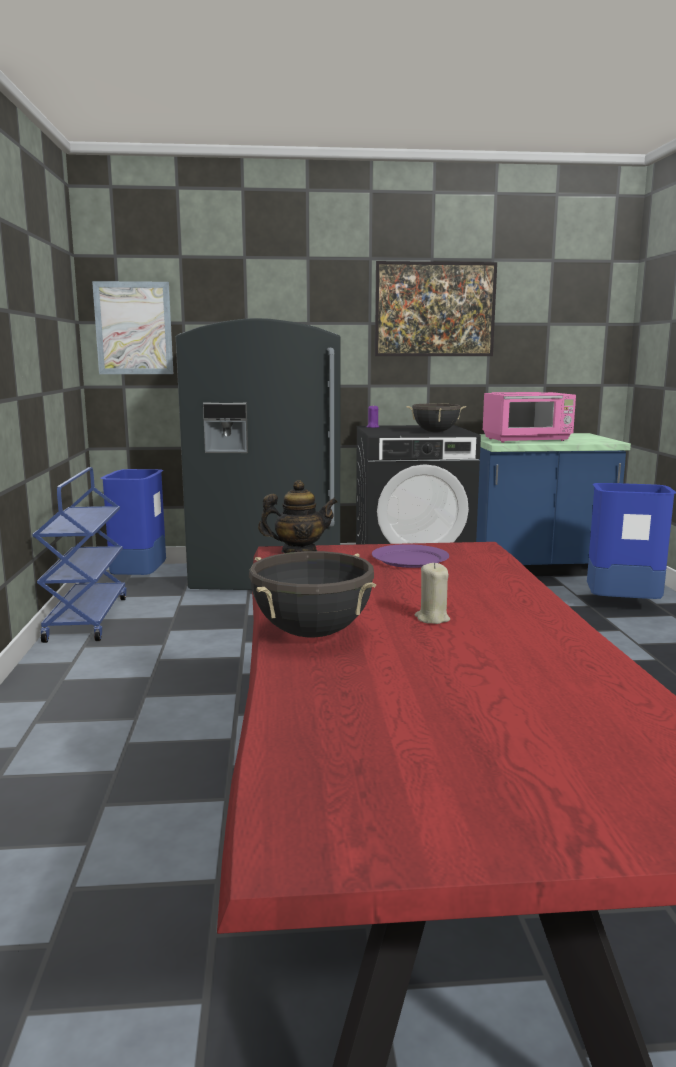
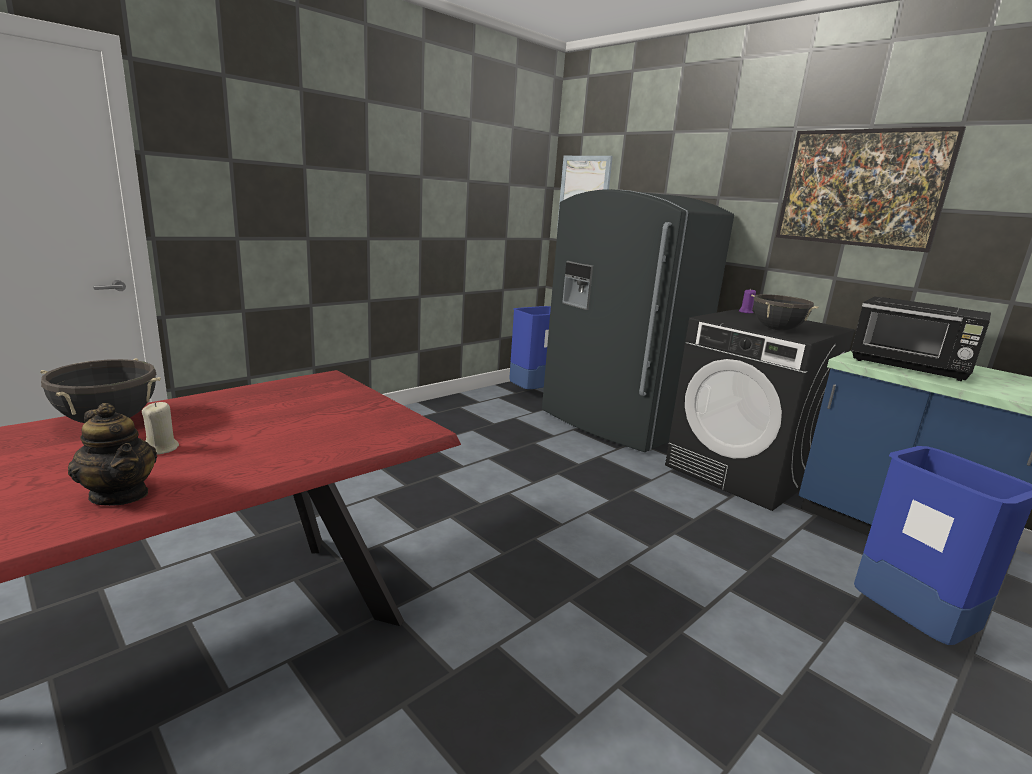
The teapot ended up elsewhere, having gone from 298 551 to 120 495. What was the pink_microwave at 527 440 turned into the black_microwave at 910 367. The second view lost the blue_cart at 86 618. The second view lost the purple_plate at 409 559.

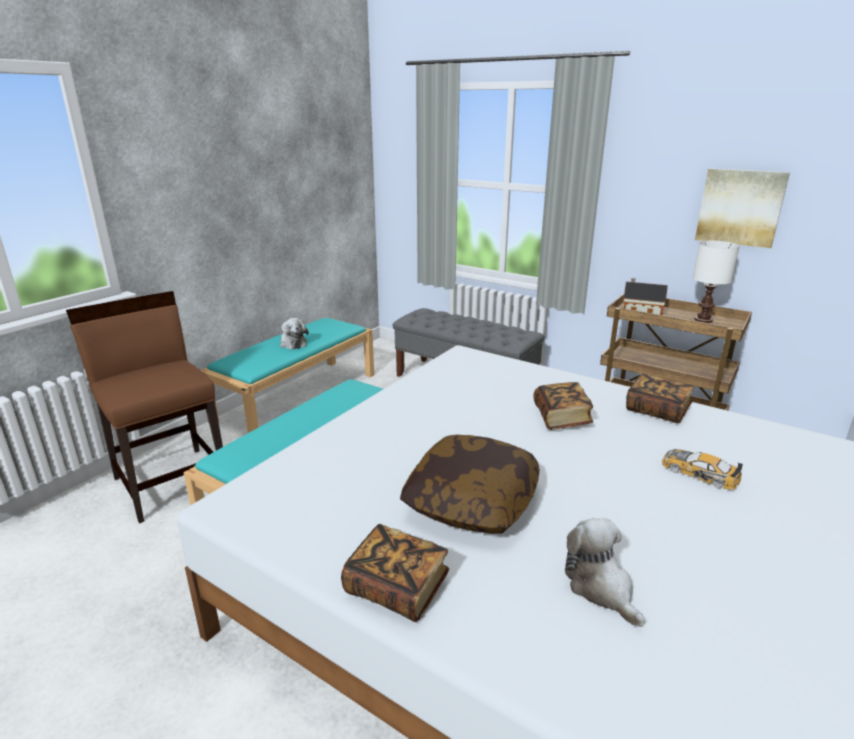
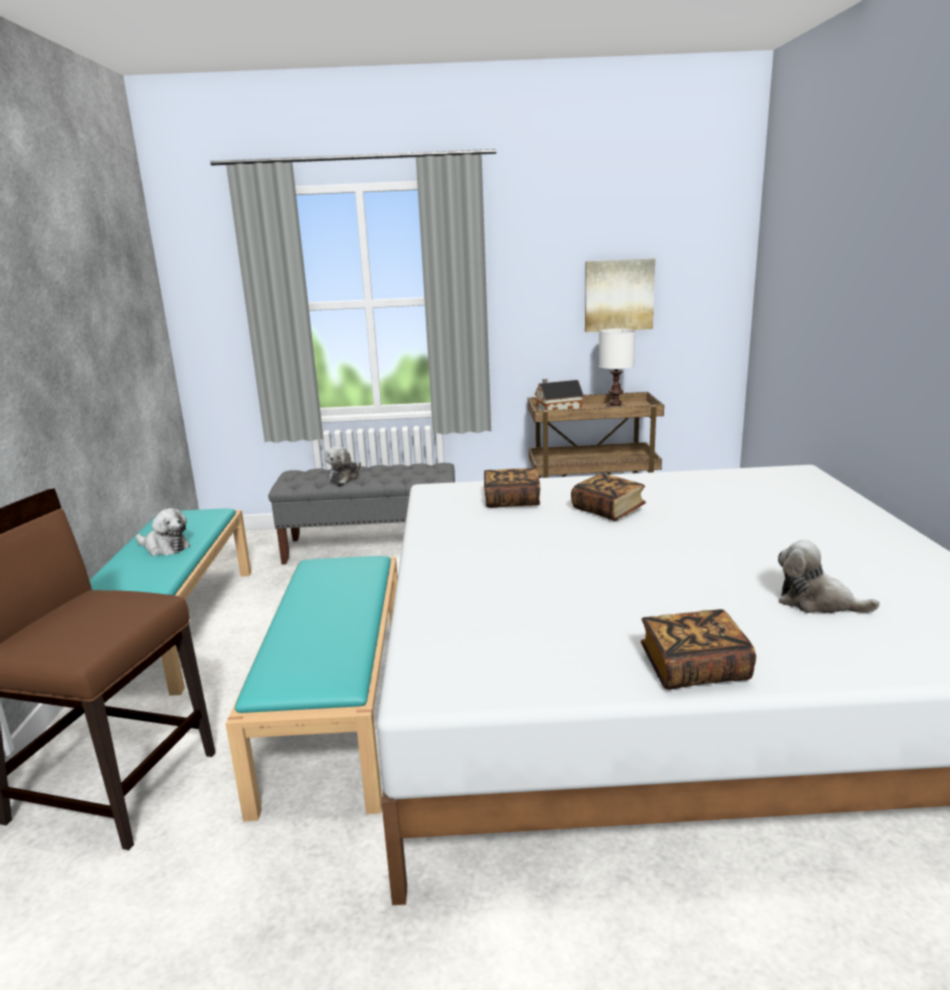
The second view gained the plush_toy at 345 477. The book ended up elsewhere, having gone from 657 410 to 512 501. The second view lost the pillow at 471 501. The second view lost the toy_car at 699 473.

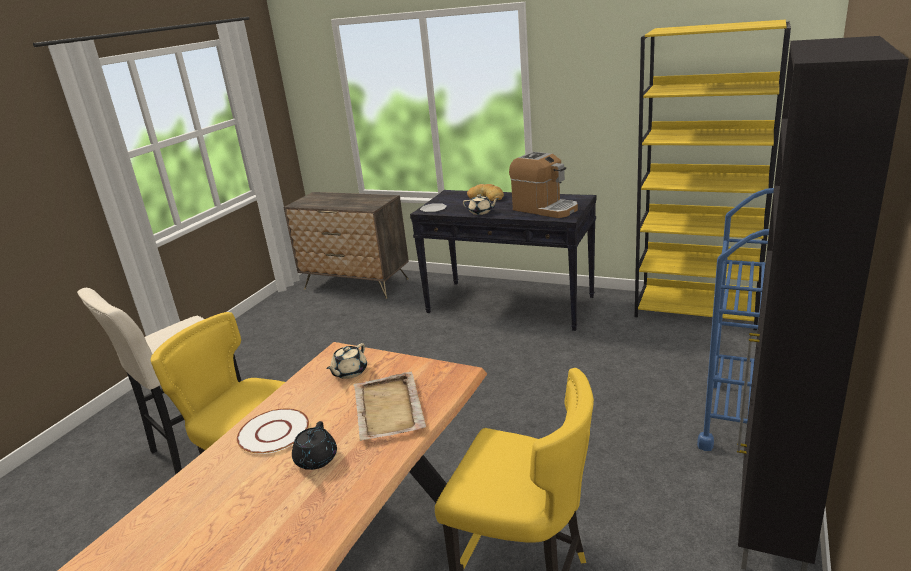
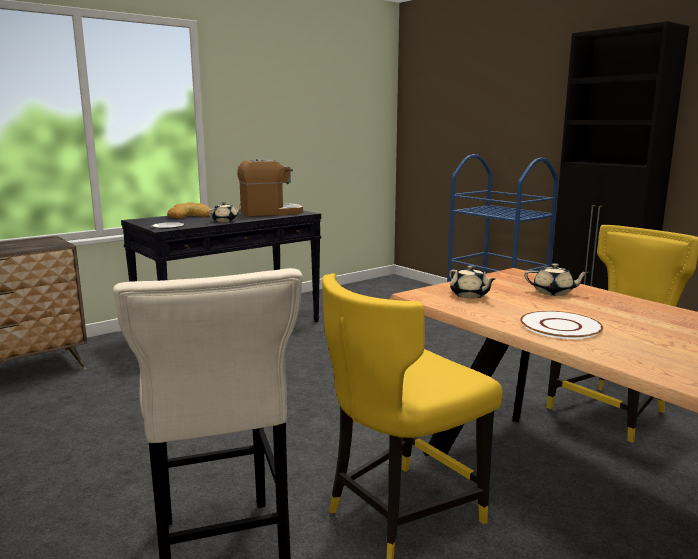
Where the beige_tray stood at 388 409, the beige_teapot came to stand at 553 292. The second view lost the black_teapot at 315 460. The second view lost the yellow_bookcase at 697 310.

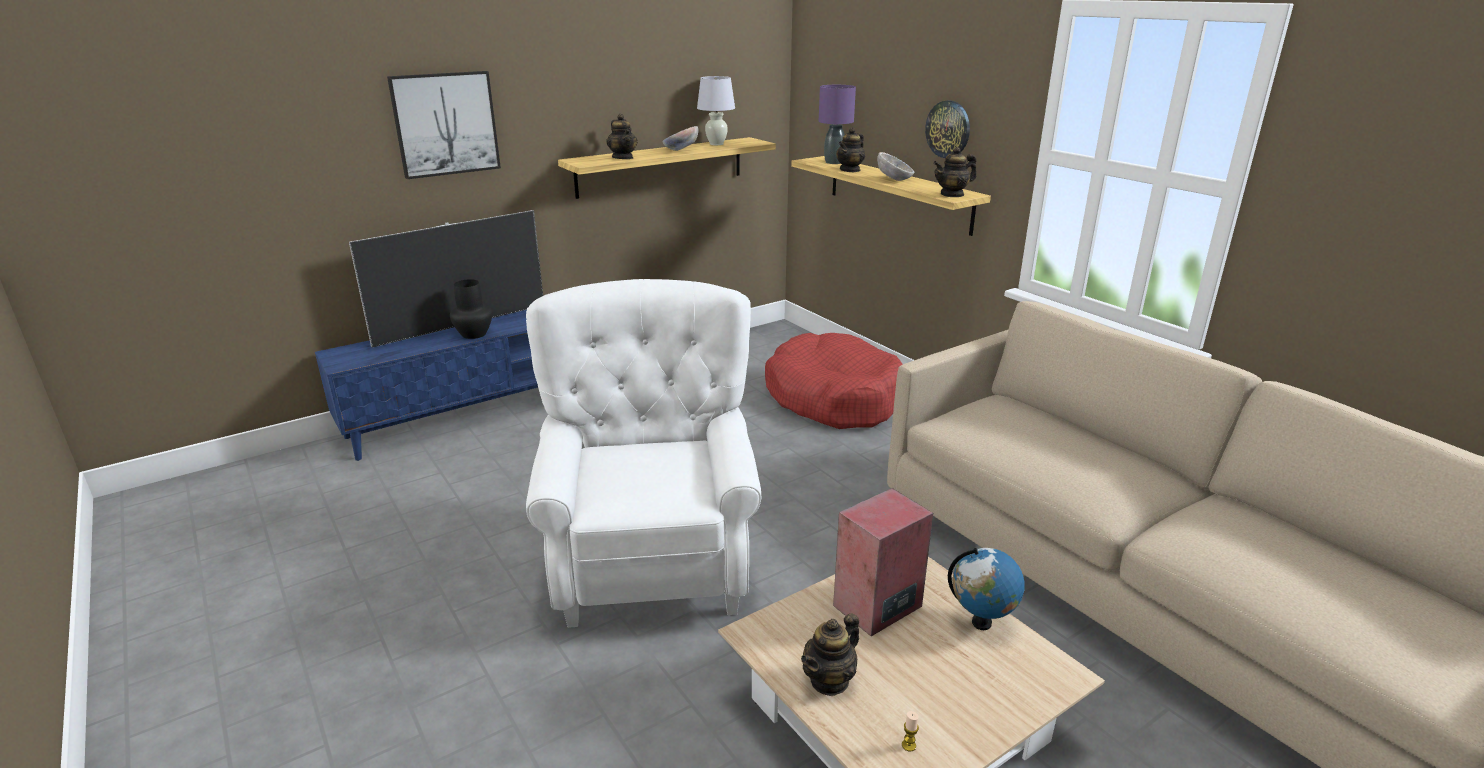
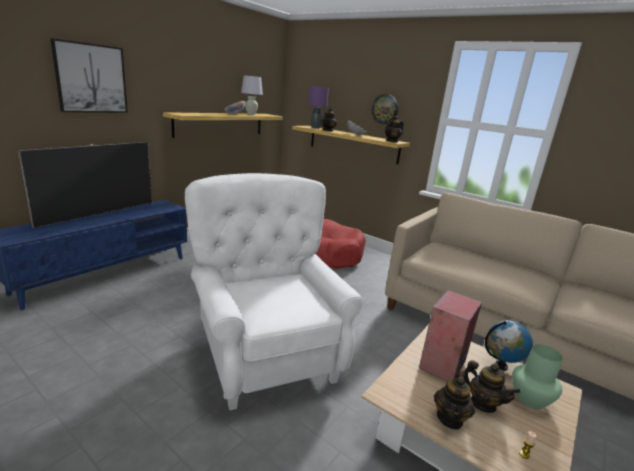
The teapot ended up elsewhere, having gone from 623 158 to 483 403. The second view gained the green_vase at 530 399. The second view lost the black_vase at 474 334.

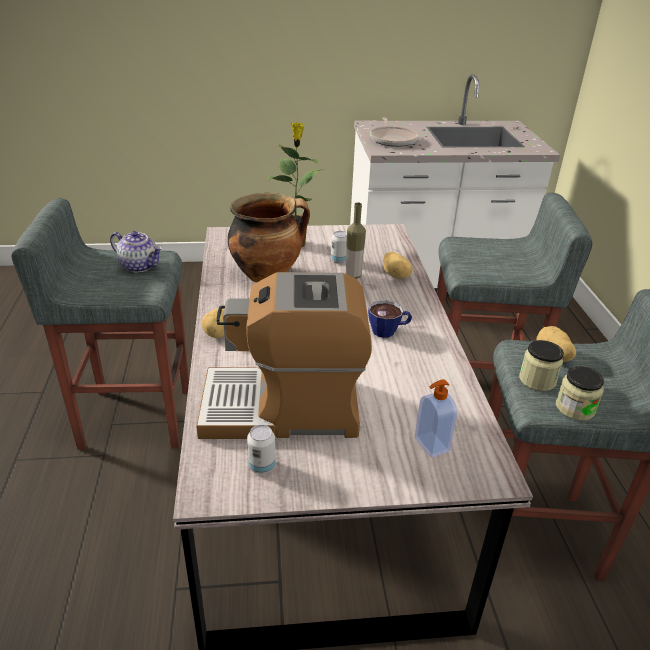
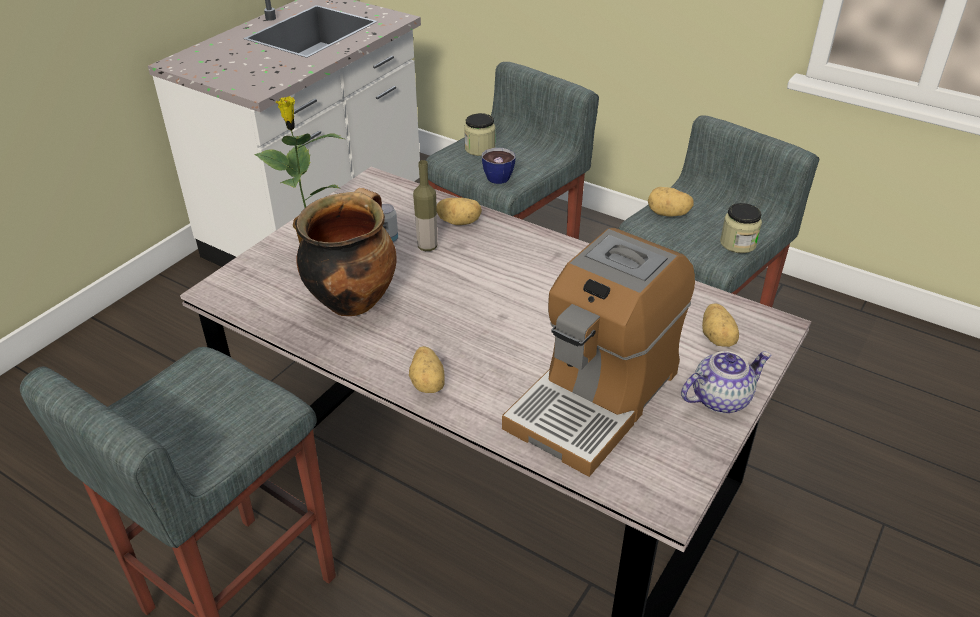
The jar ended up elsewhere, having gone from 537 380 to 479 149. The cup ended up elsewhere, having gone from 389 331 to 500 176. The teapot ended up elsewhere, having gone from 140 266 to 720 398. Where the soap_dispenser stood at 430 445, the potato came to stand at 718 338. The second view lost the can at 262 466. The second view lost the frying_pan at 393 139.

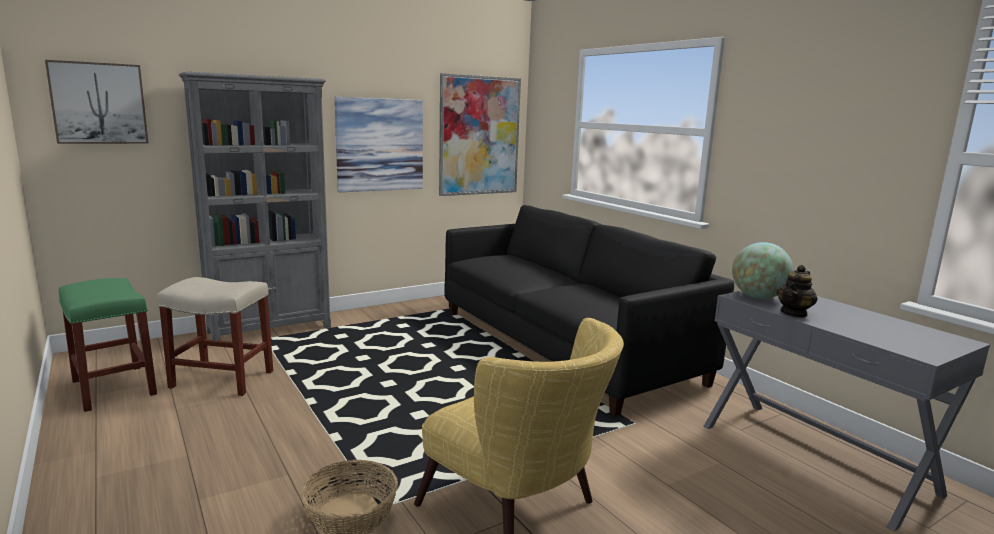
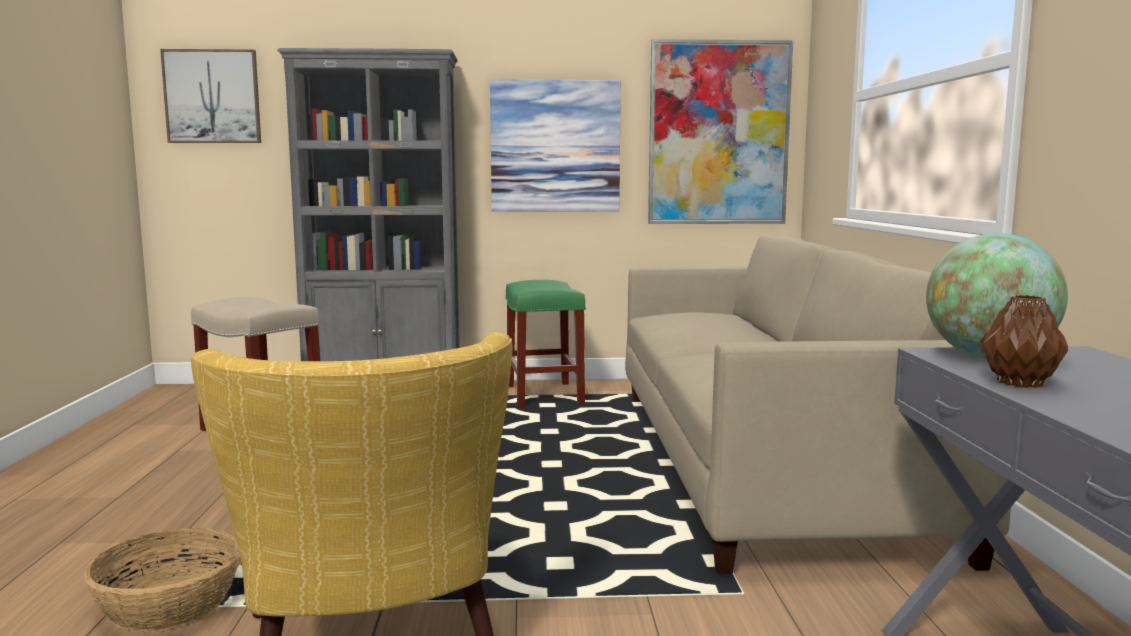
The green_stool ended up elsewhere, having gone from 113 387 to 543 394. What was the black_sofa at 564 345 turned into the beige_sofa at 762 462. Where the teapot stood at 794 313, the brown_vase came to stand at 1021 383.

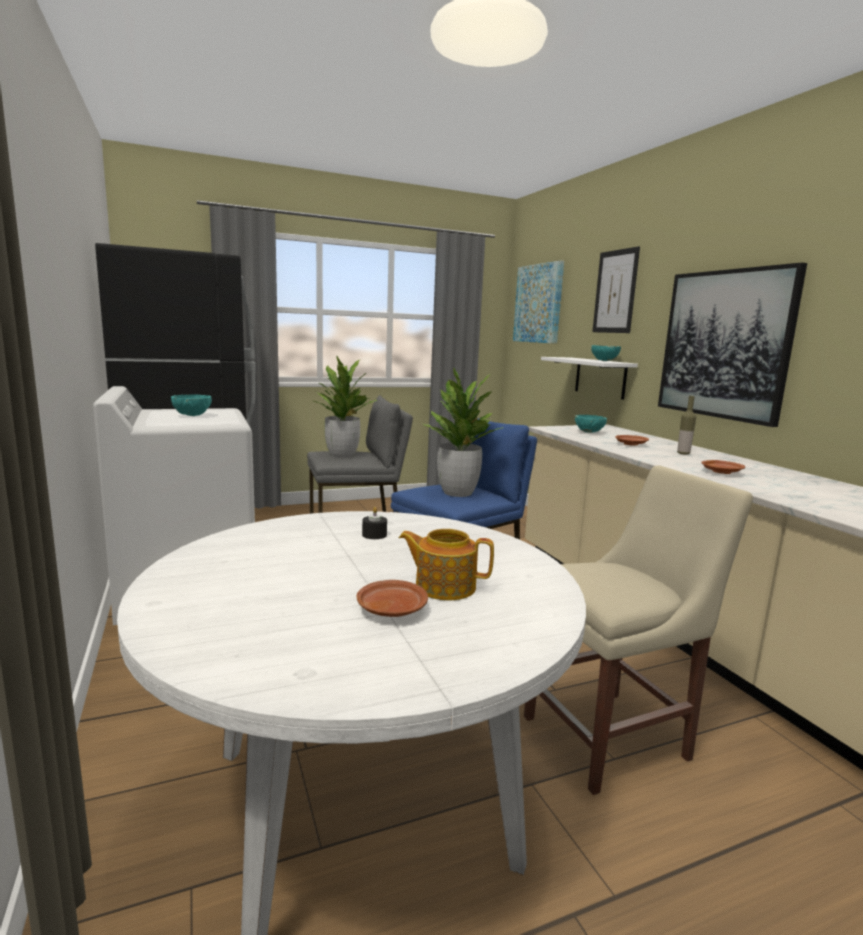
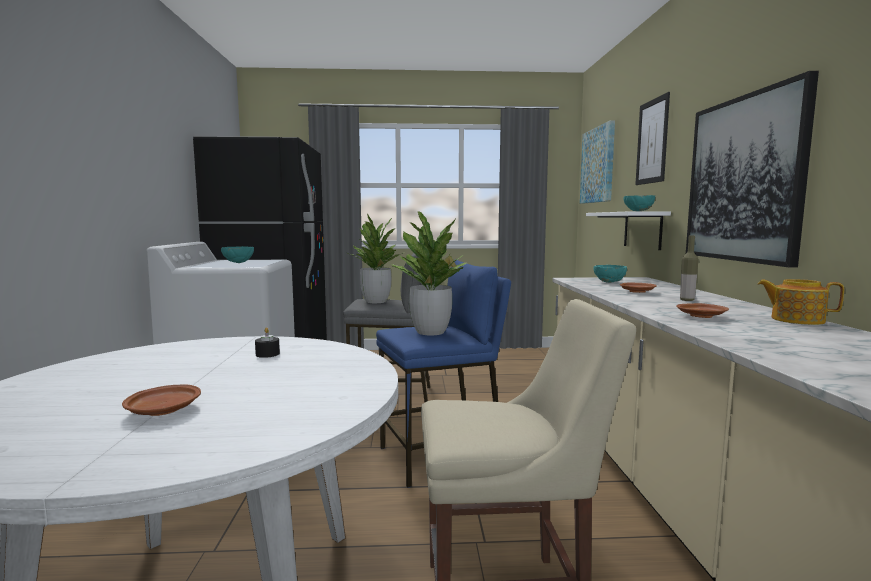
The teapot ended up elsewhere, having gone from 444 586 to 796 320.

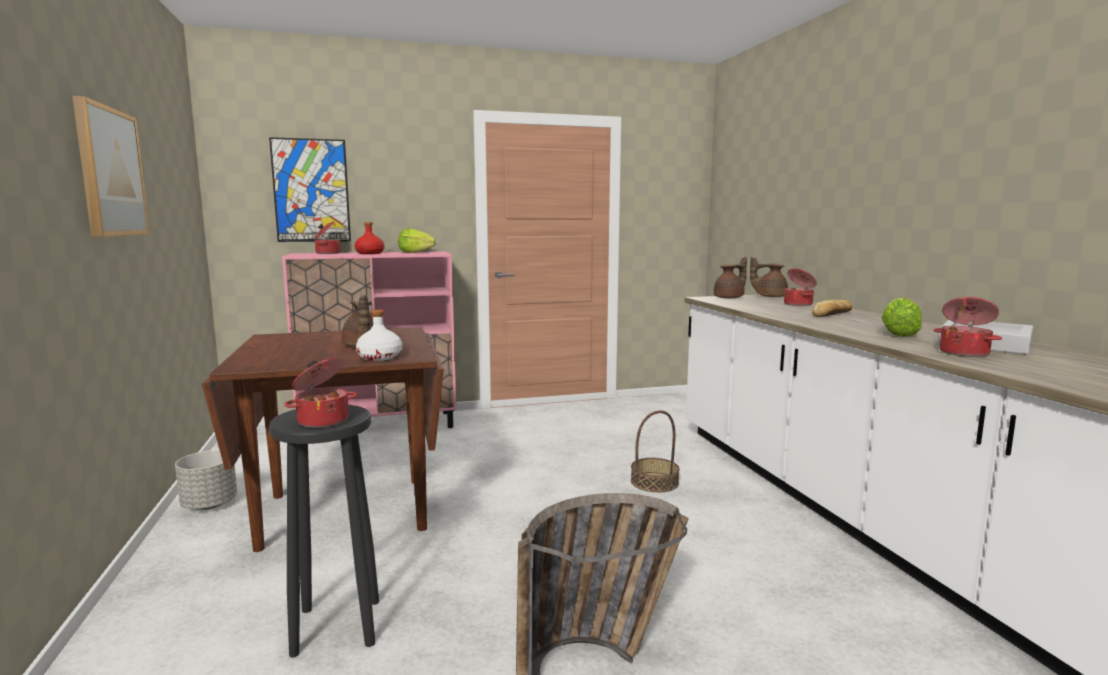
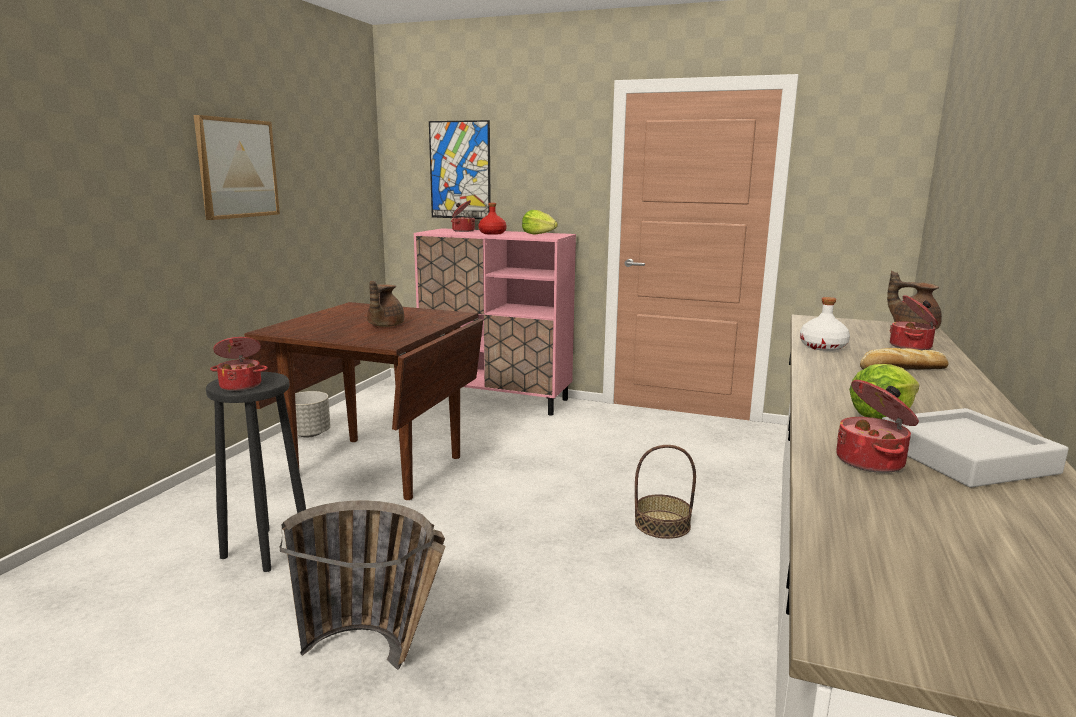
The white_bottle ended up elsewhere, having gone from 379 357 to 822 347. The second view lost the brown_teapot at 730 298.

